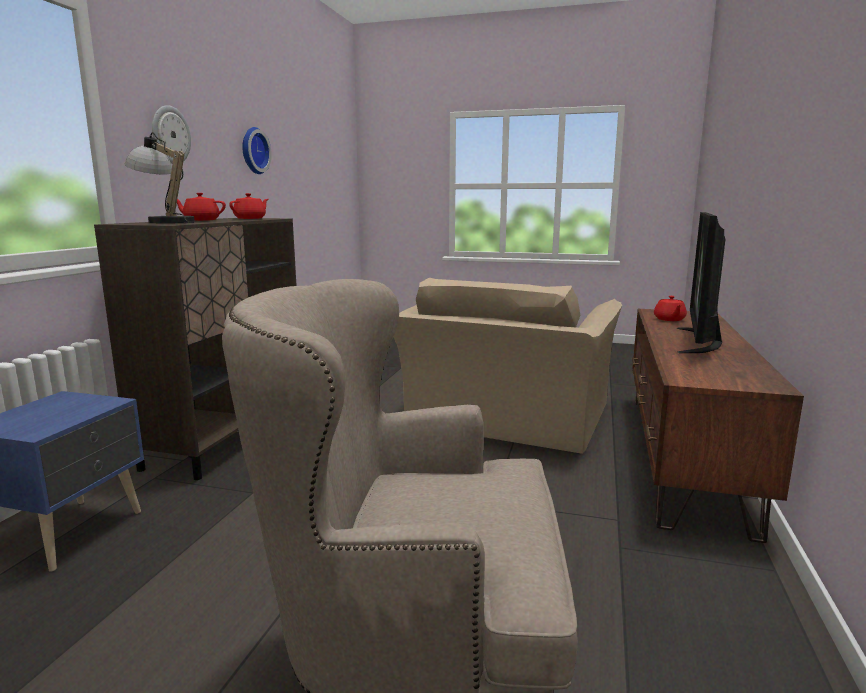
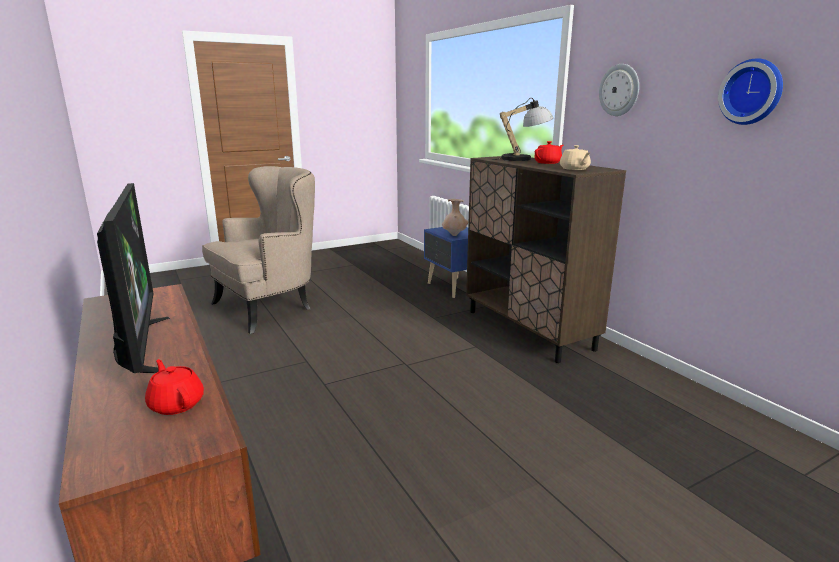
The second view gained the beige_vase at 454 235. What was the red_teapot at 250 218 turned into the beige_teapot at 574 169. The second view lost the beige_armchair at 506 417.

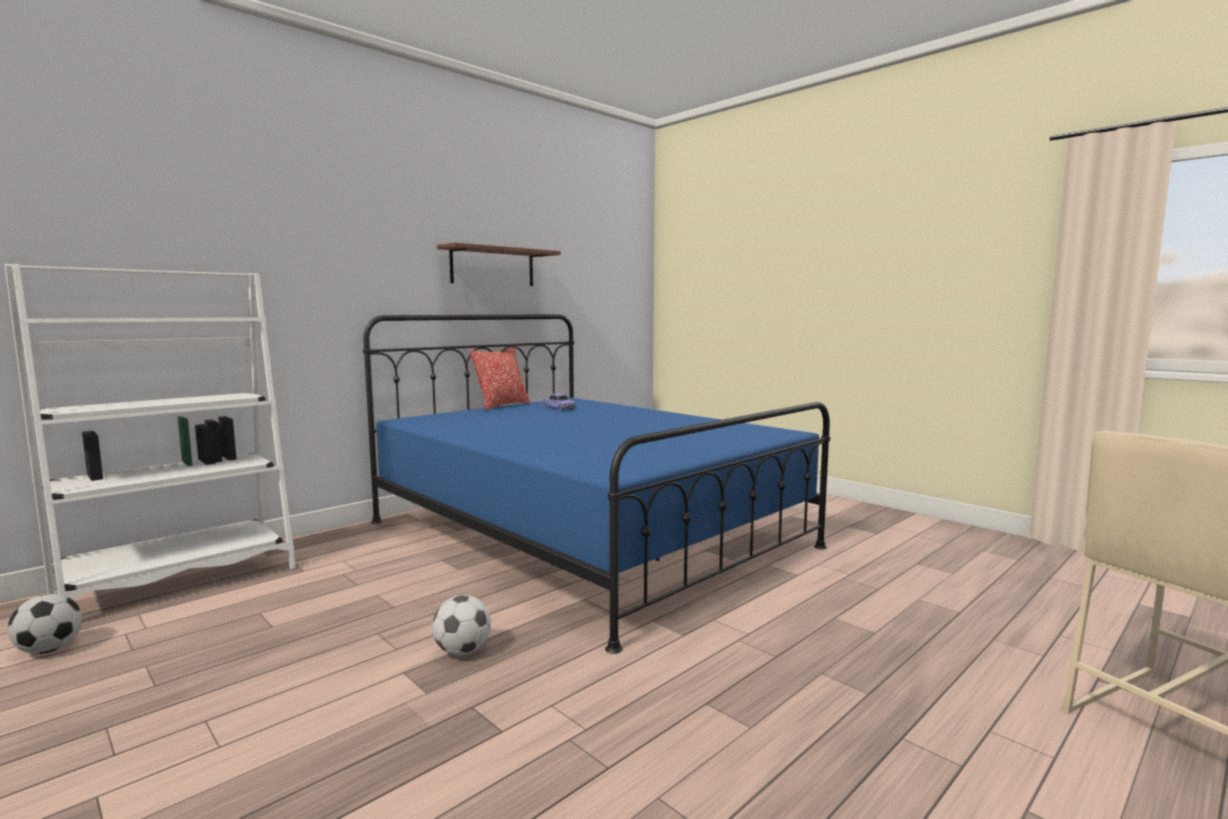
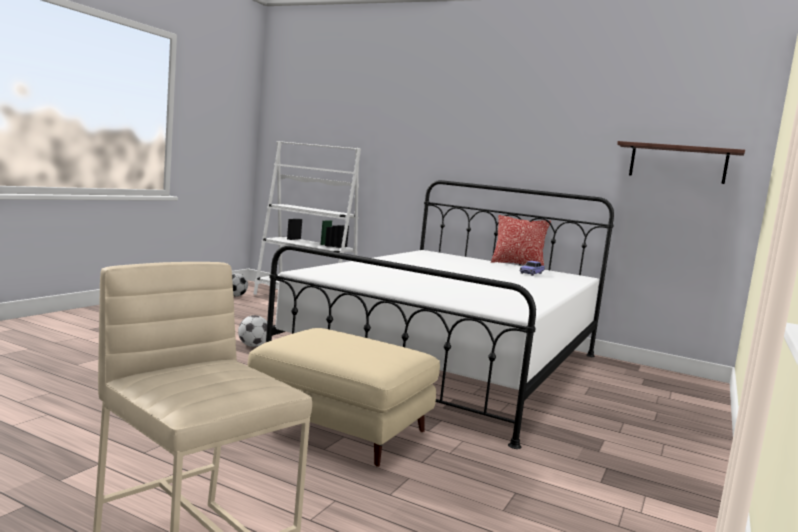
The second view gained the beige_ottoman at 341 428. What was the blue_bed at 586 534 turned into the white_bed at 449 363. The shelf ended up elsewhere, having gone from 492 267 to 677 163.

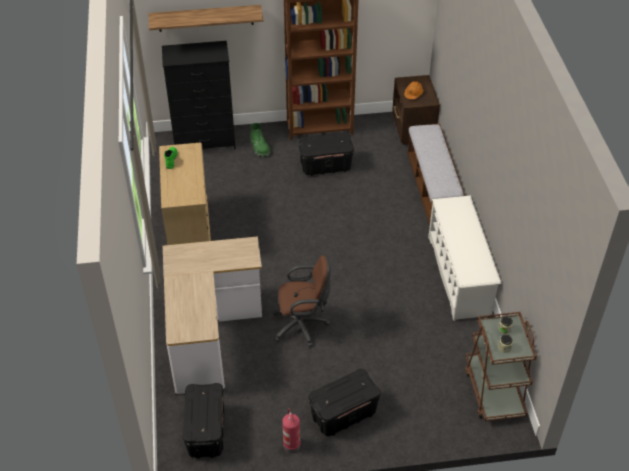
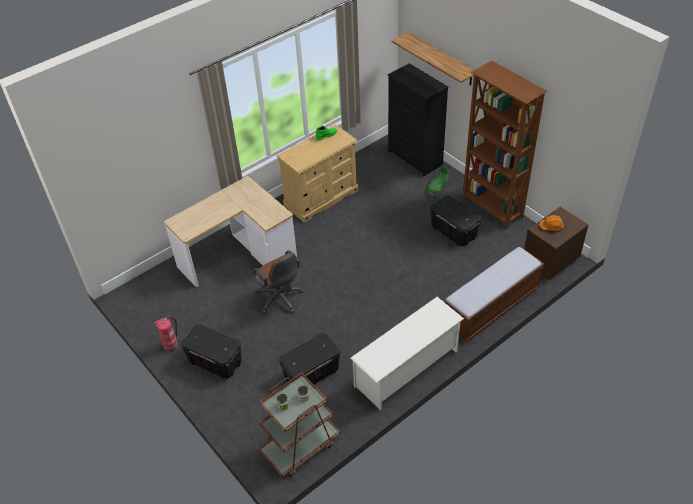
The black_storage_box ended up elsewhere, having gone from 205 432 to 312 373.

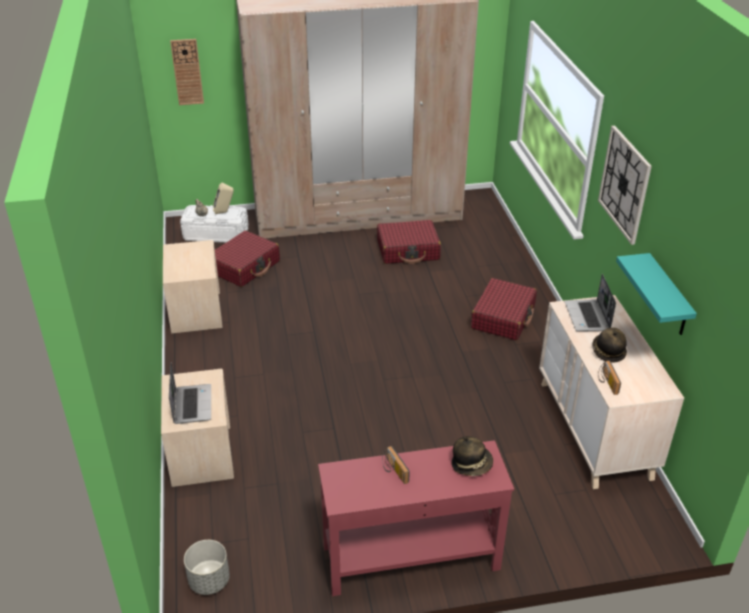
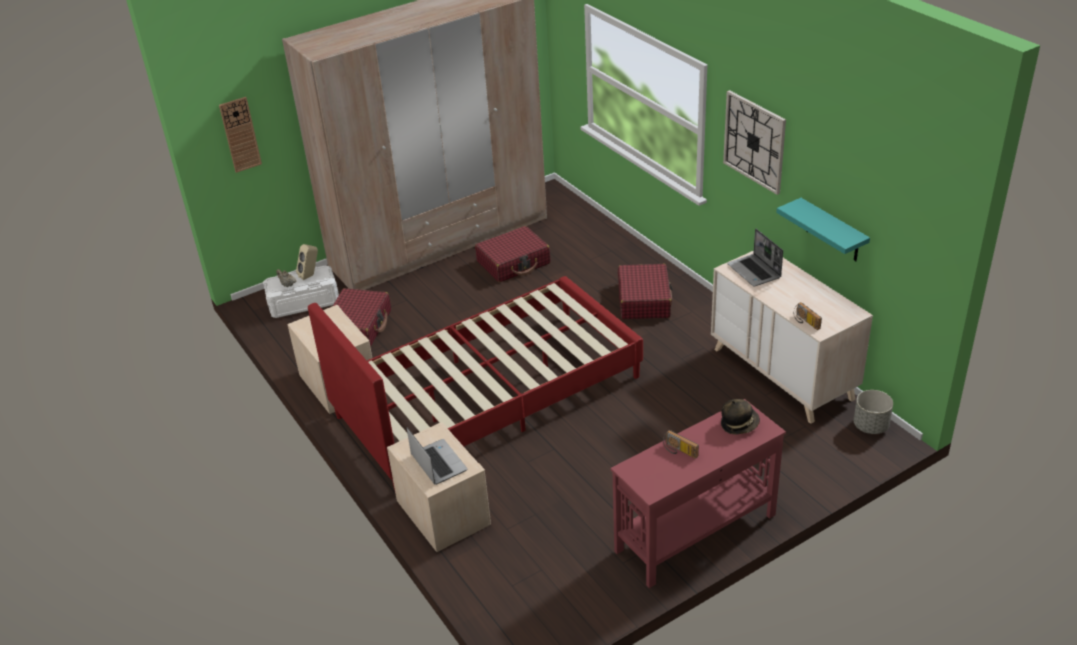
The second view gained the red_bed at 488 397. The grey_planter ended up elsewhere, having gone from 209 581 to 870 426. The second view lost the hat at 607 352.

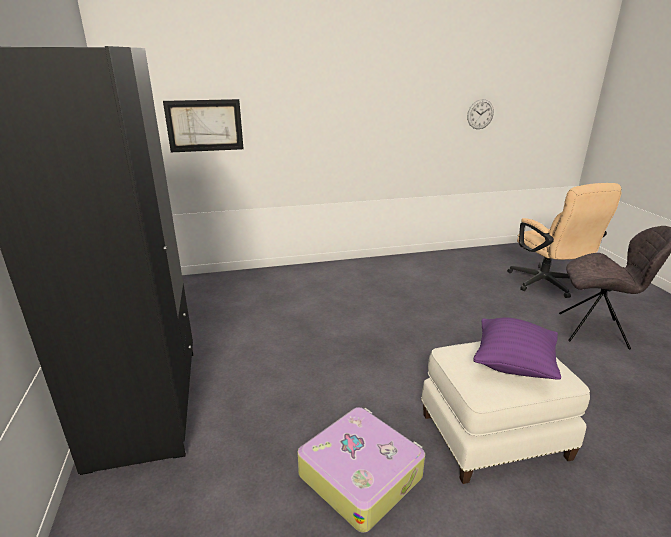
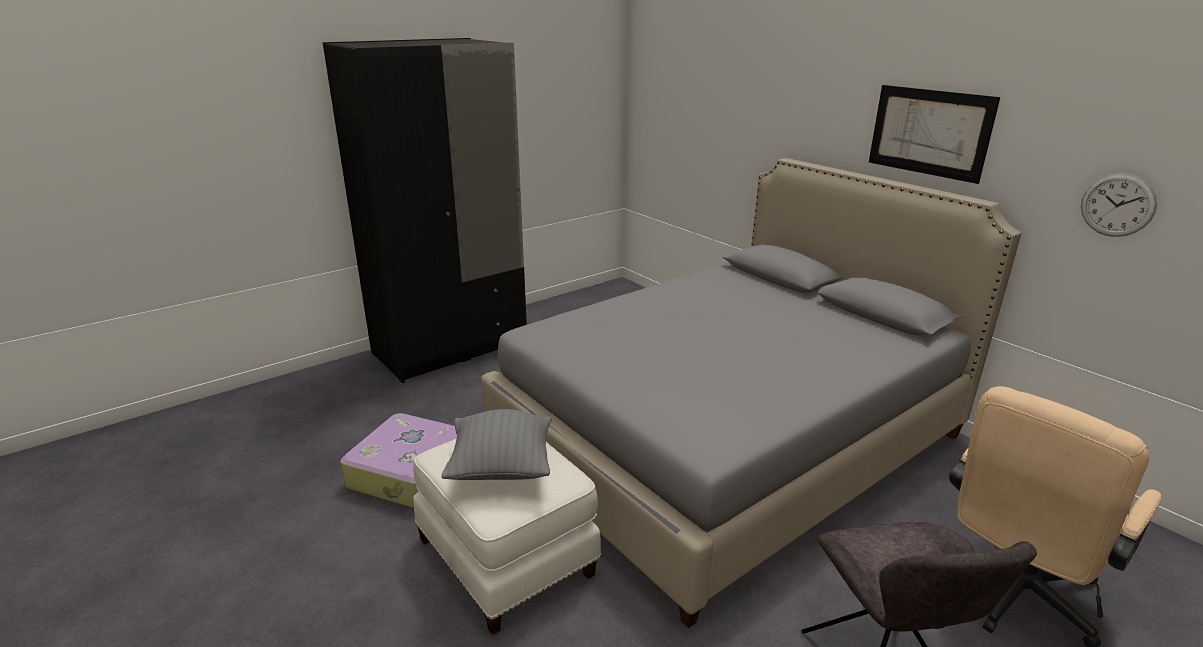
What was the purple_pillow at 513 364 turned into the grey_pillow at 501 468. The second view gained the grey_bed at 728 440. The picture ended up elsewhere, having gone from 204 125 to 929 132.

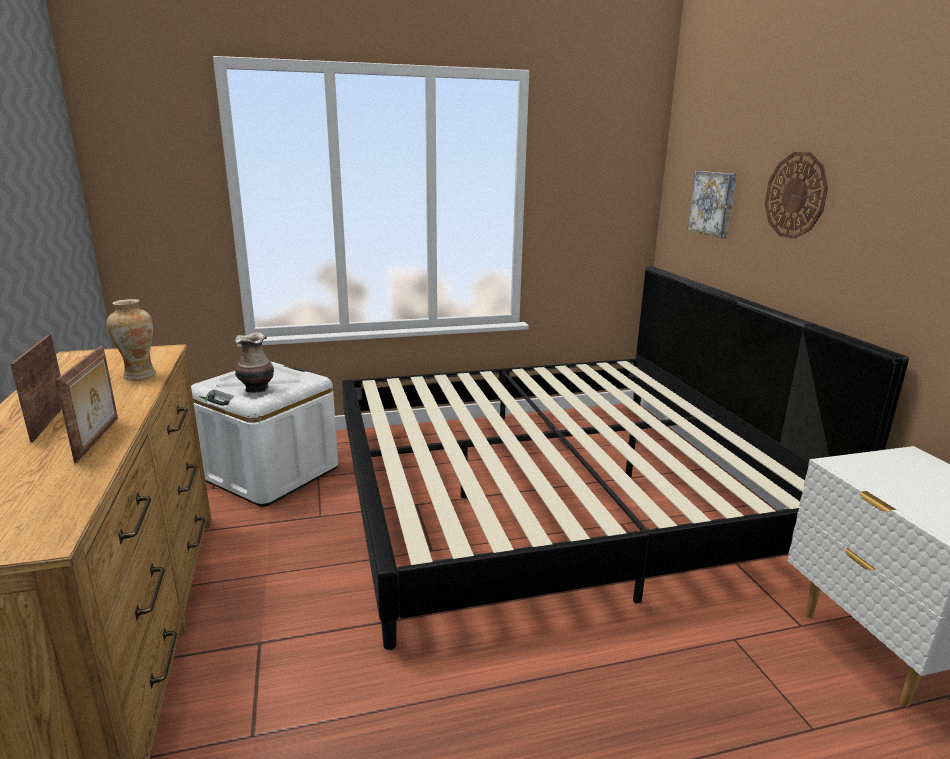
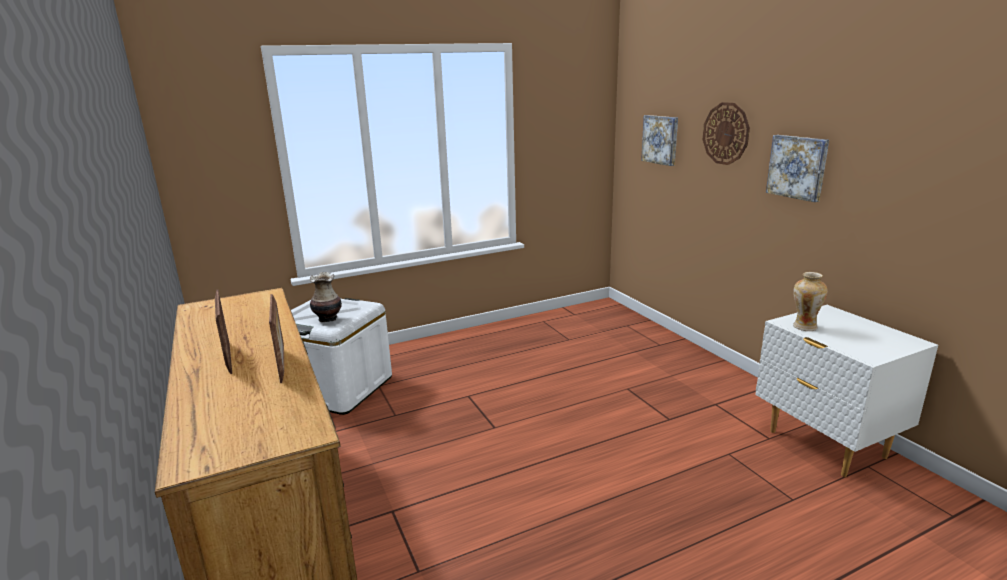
The second view gained the picture at 798 167. The vase ended up elsewhere, having gone from 139 375 to 804 327. The second view lost the bed at 553 490.

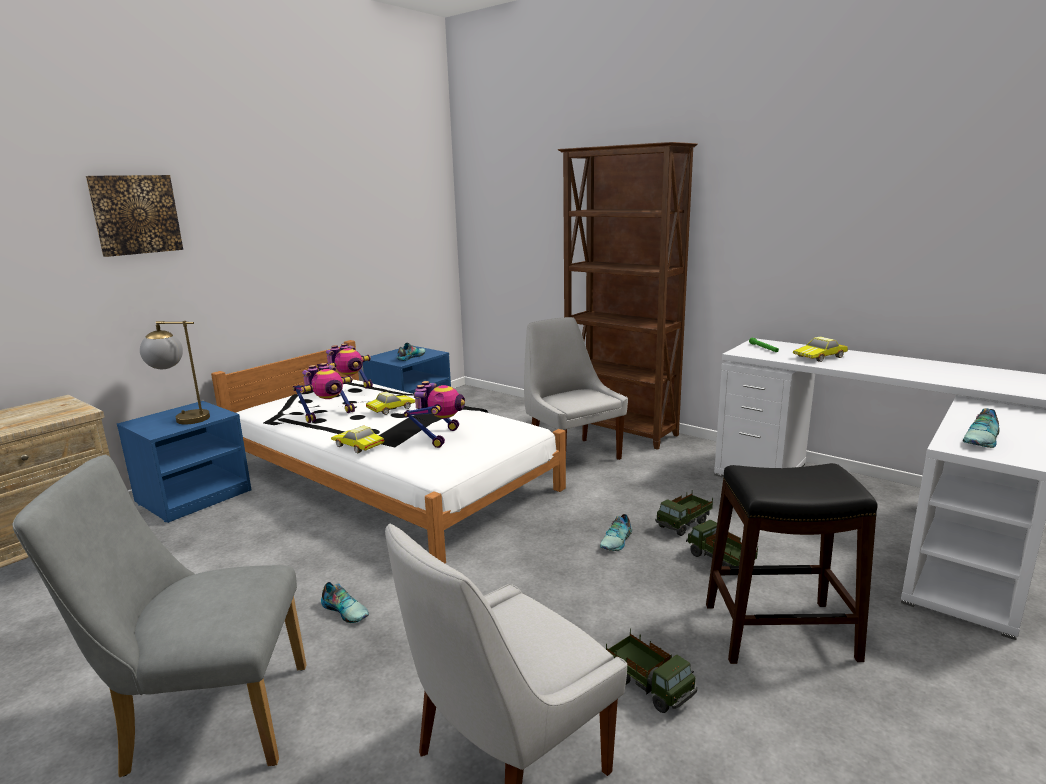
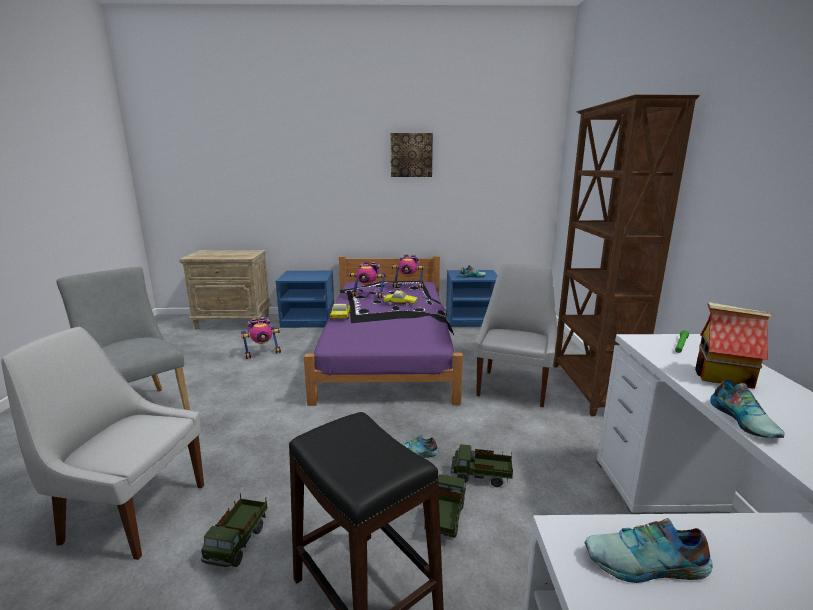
The toy_robot ended up elsewhere, having gone from 439 437 to 262 353. What was the white_bed at 388 478 turned into the purple_bed at 387 349. The picture ended up elsewhere, having gone from 135 214 to 411 155. Where the toy_car stood at 821 357, the toy_house came to stand at 722 376. The shoe ended up elsewhere, having gone from 346 610 to 745 420. The second view lost the table_lamp at 182 419.

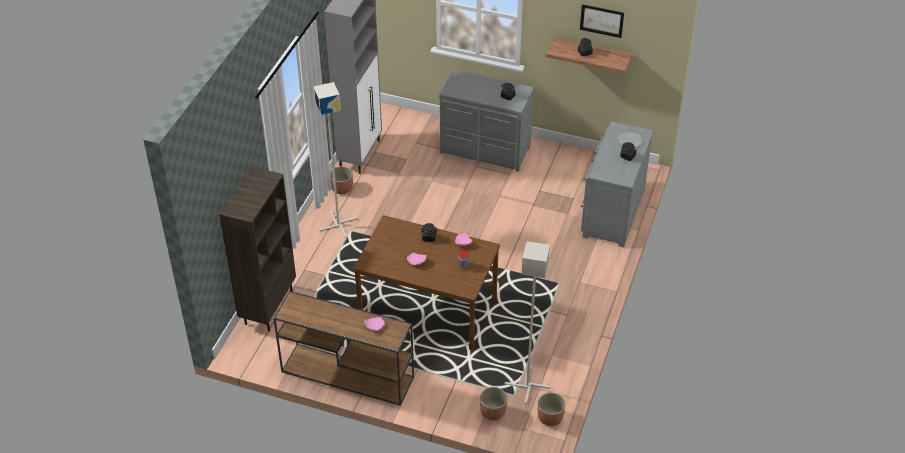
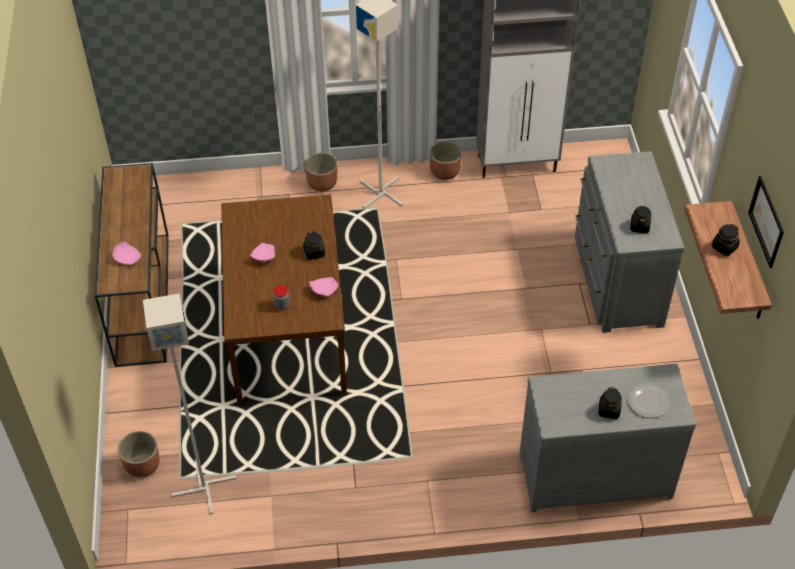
The planter ended up elsewhere, having gone from 550 418 to 322 183. The second view lost the brown_bookcase at 268 307.

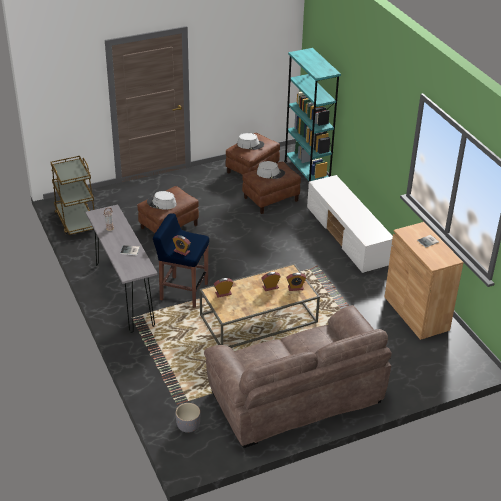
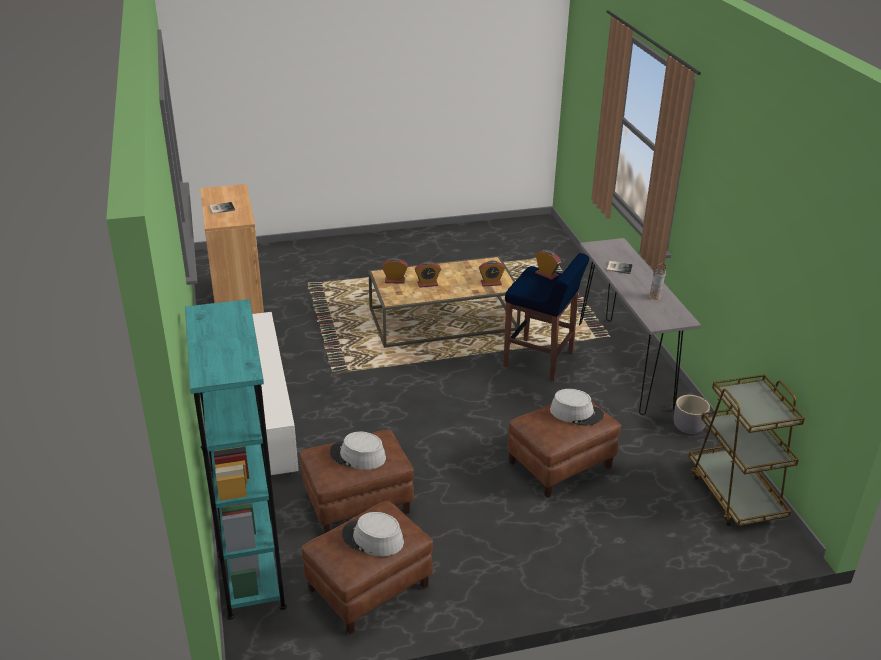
The grey_planter ended up elsewhere, having gone from 188 426 to 688 427. The second view lost the brown_sofa at 297 397.

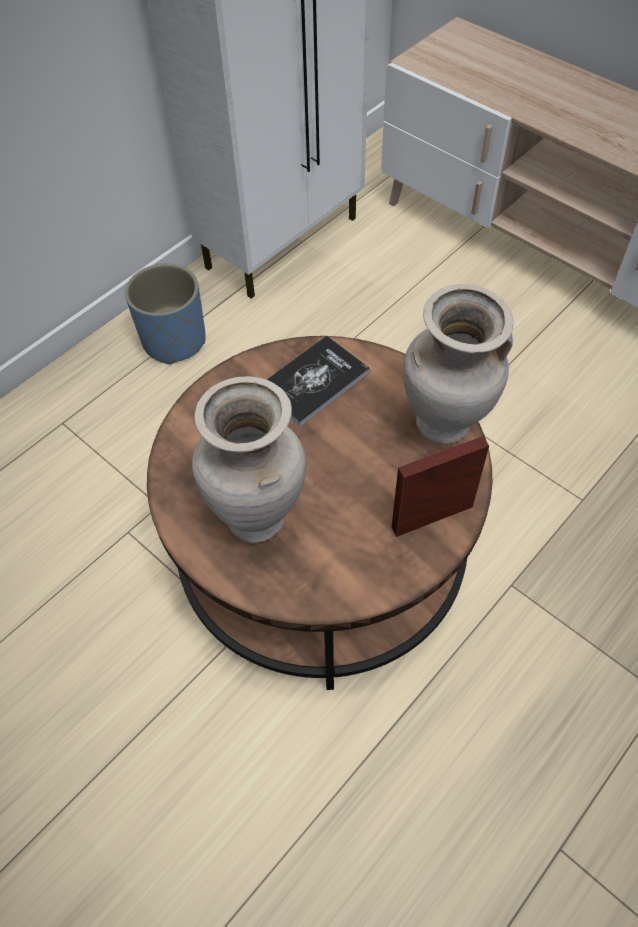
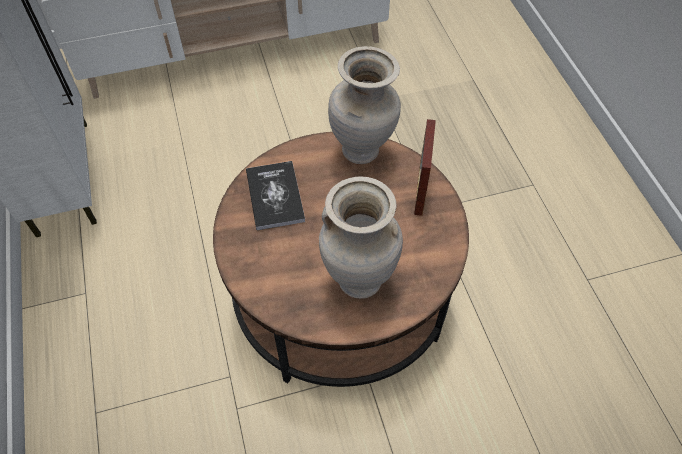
The second view lost the blue_planter at 174 340.

